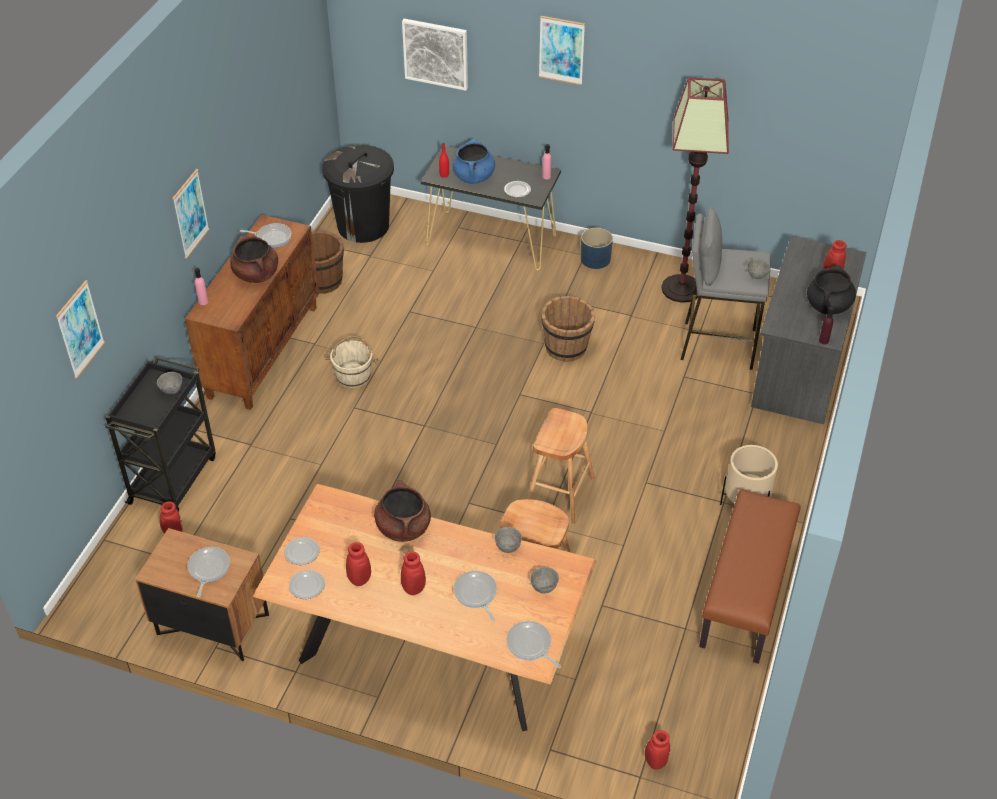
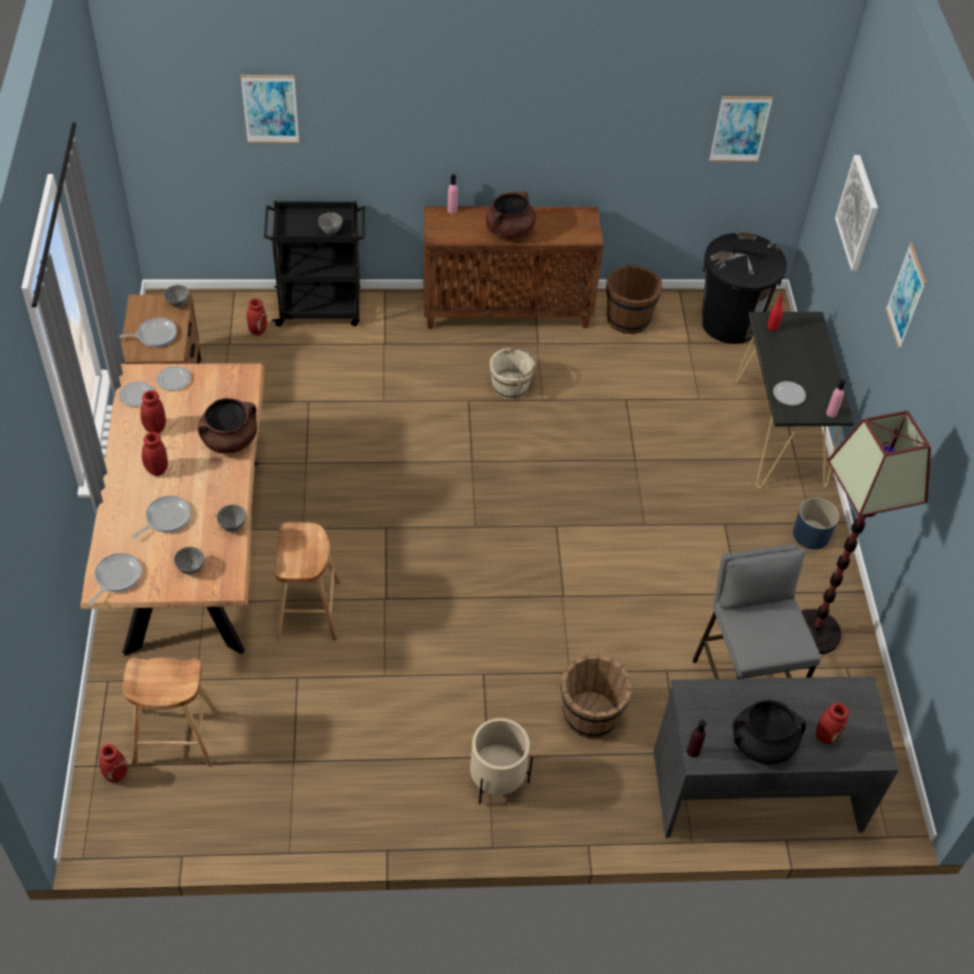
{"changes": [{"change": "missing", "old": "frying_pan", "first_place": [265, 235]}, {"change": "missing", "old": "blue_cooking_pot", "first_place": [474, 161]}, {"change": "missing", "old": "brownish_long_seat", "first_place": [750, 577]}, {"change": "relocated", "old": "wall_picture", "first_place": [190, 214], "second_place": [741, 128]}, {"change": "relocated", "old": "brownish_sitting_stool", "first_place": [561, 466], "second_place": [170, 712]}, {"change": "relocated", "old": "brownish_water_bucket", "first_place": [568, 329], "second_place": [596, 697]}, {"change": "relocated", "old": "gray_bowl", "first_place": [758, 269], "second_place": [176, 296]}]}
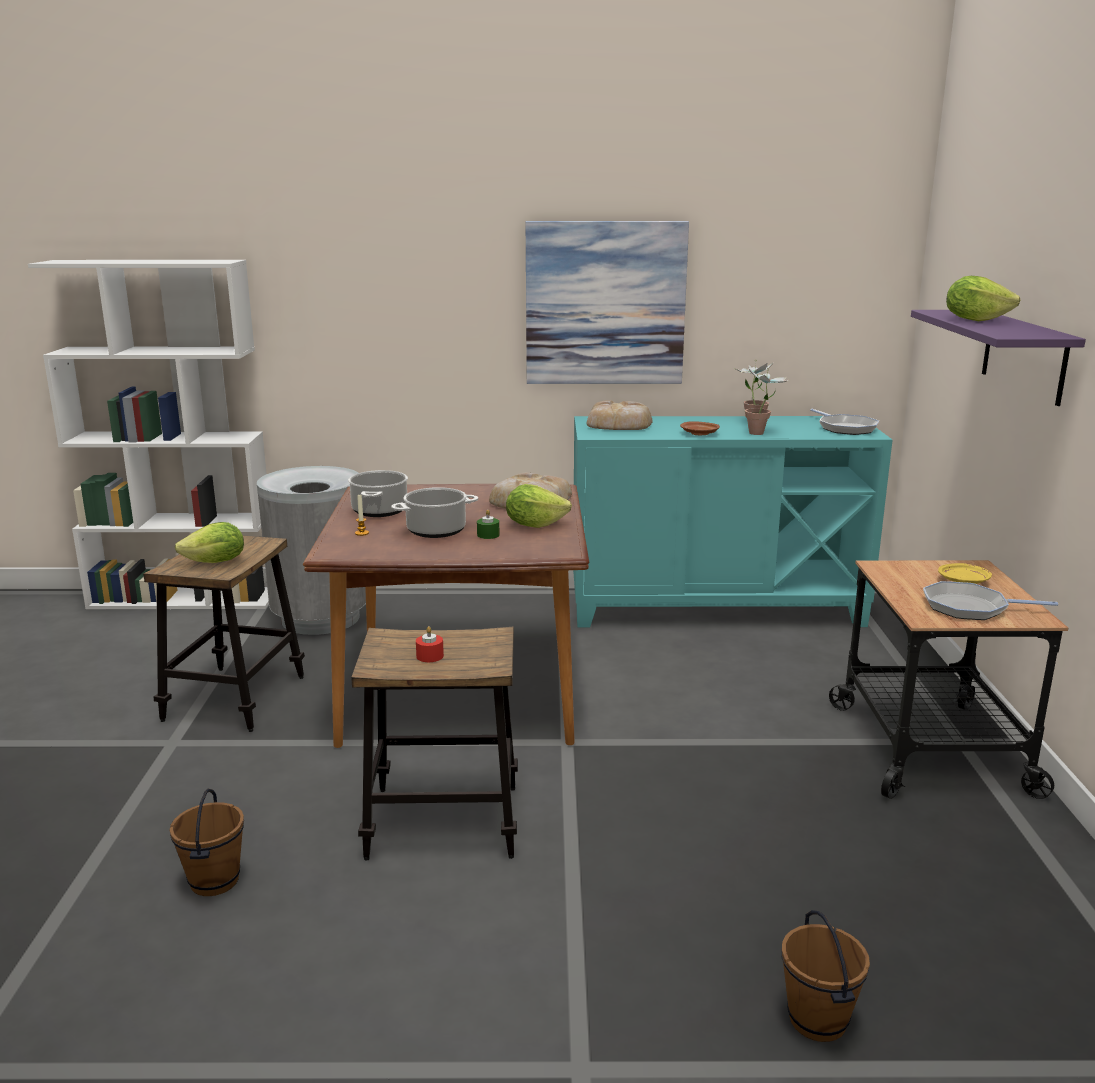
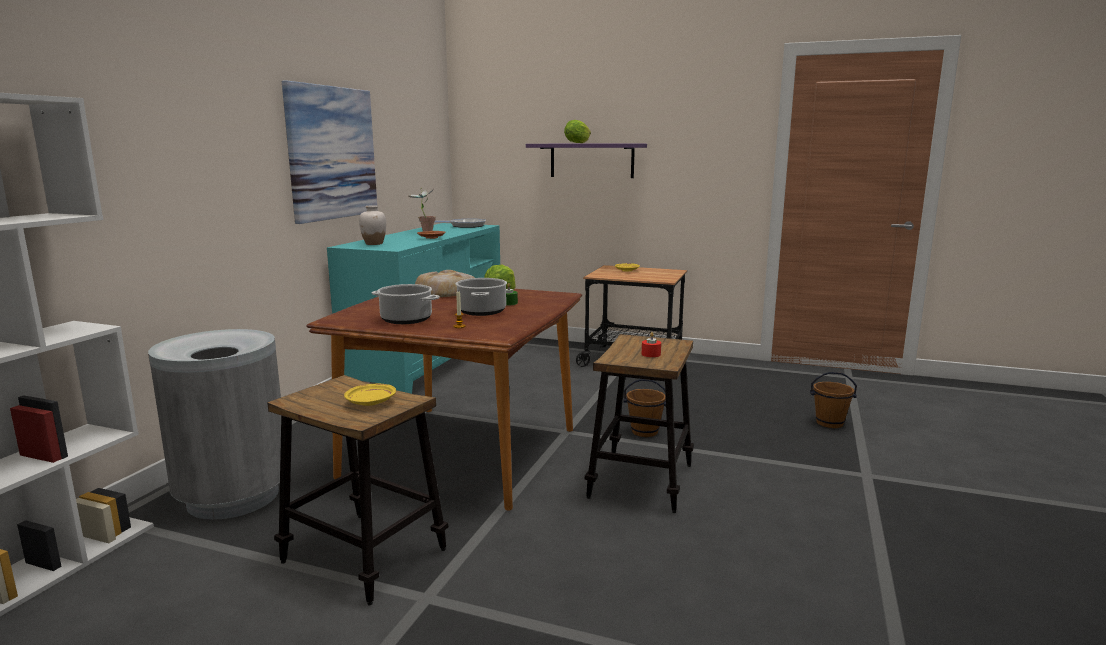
{"changes": [{"change": "missing", "old": "plant_in_a_pot", "first_place": [766, 401]}, {"change": "missing", "old": "frying_pan", "first_place": [990, 600]}, {"change": "relocated", "old": "brownish_water_bucket", "first_place": [206, 842], "second_place": [644, 408]}, {"change": "exchanged", "old": "lettuce", "new": "yellow-coloured_flat_dish", "first_place": [209, 542], "second_place": [370, 395]}, {"change": "exchanged", "old": "bakery_bread", "new": "whitish_decorative_vase", "first_place": [619, 415], "second_place": [372, 225]}]}
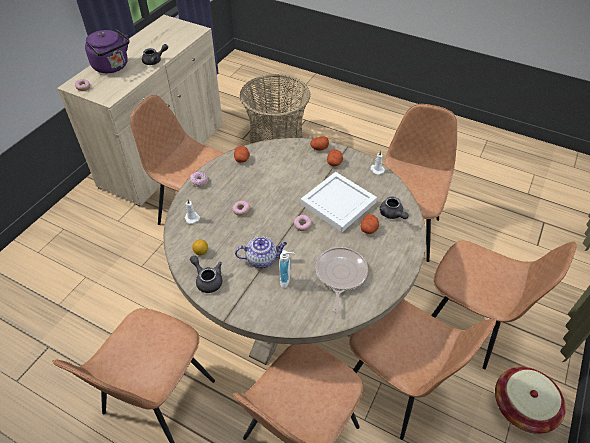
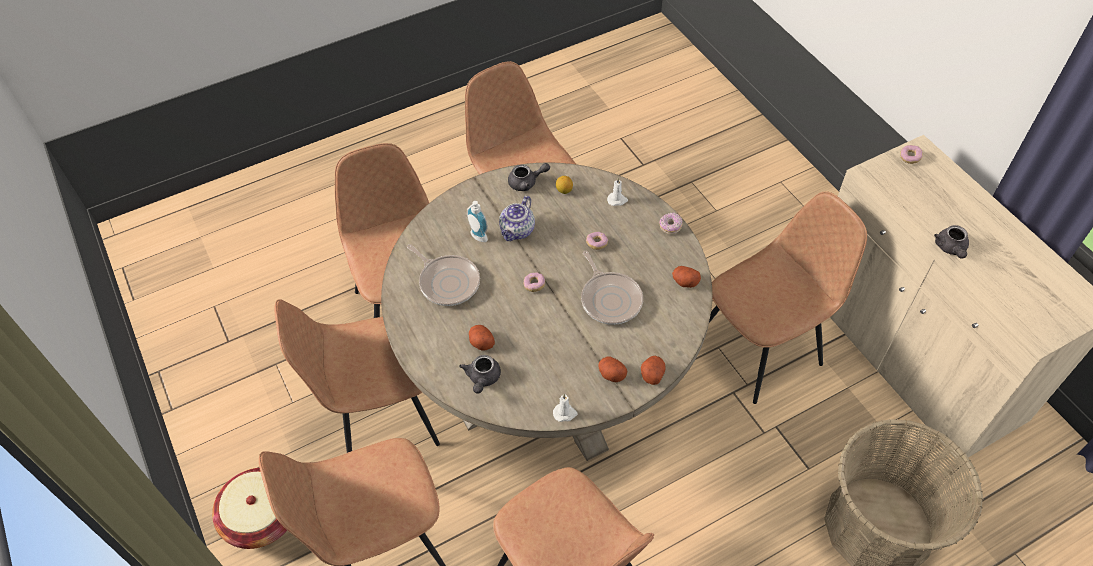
{"changes": [{"change": "missing", "old": "purple-coloured_kettle", "first_place": [107, 51]}, {"change": "missing", "old": "whitish_serving_tray", "first_place": [338, 202]}, {"change": "appeared", "new": "frying_pan", "second_place": [612, 288]}, {"change": "spun", "old": "gray_tea_pot", "first_place": [394, 208], "second_place": [480, 374], "degrees": -90}]}
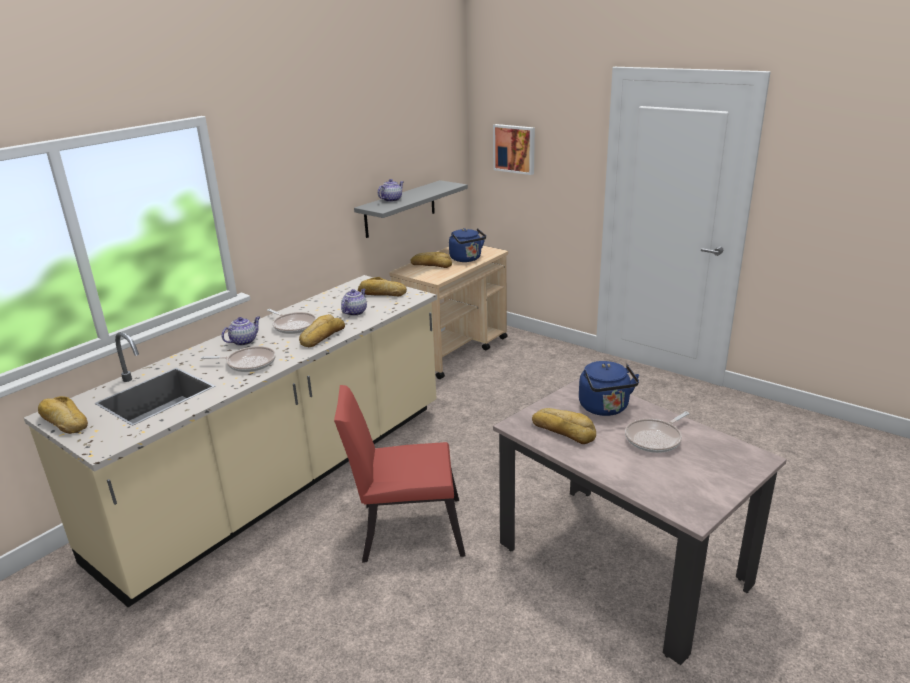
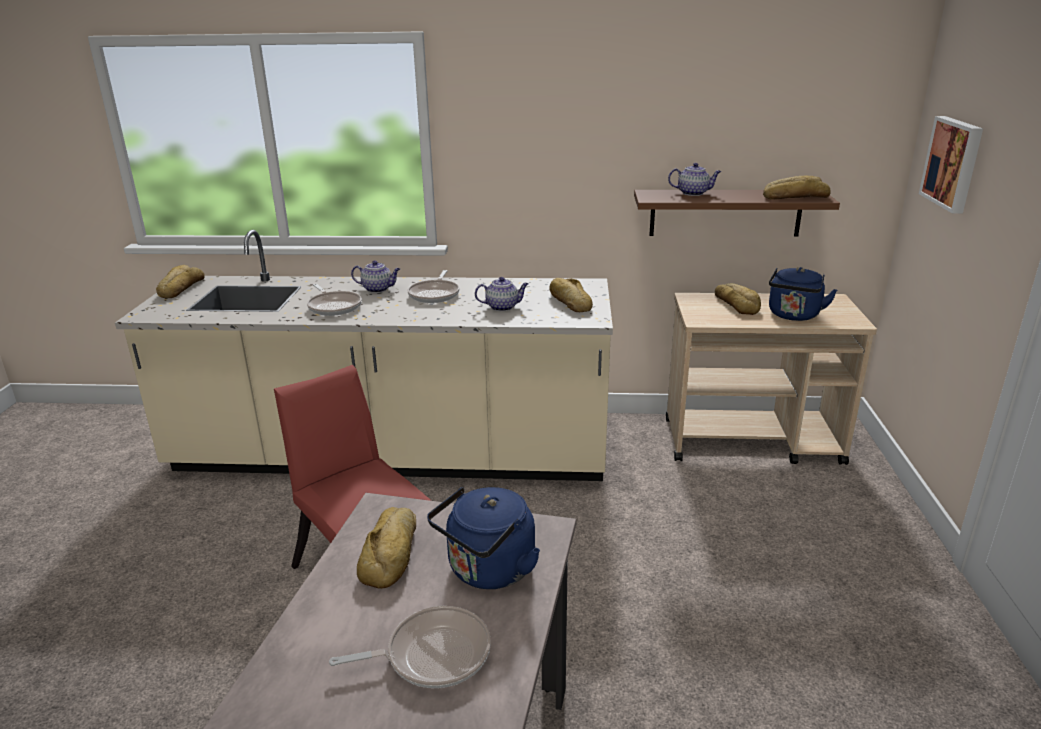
{"changes": [{"change": "relocated", "old": "bakery_bread", "first_place": [322, 330], "second_place": [797, 187]}, {"change": "colour", "old": "gray_bracket_shelf", "new": "brownish_bracket_shelf", "first_place": [411, 209], "second_place": [737, 213]}, {"change": "spun", "old": "frying_pan", "first_place": [657, 432], "second_place": [410, 647], "degrees": 150}]}
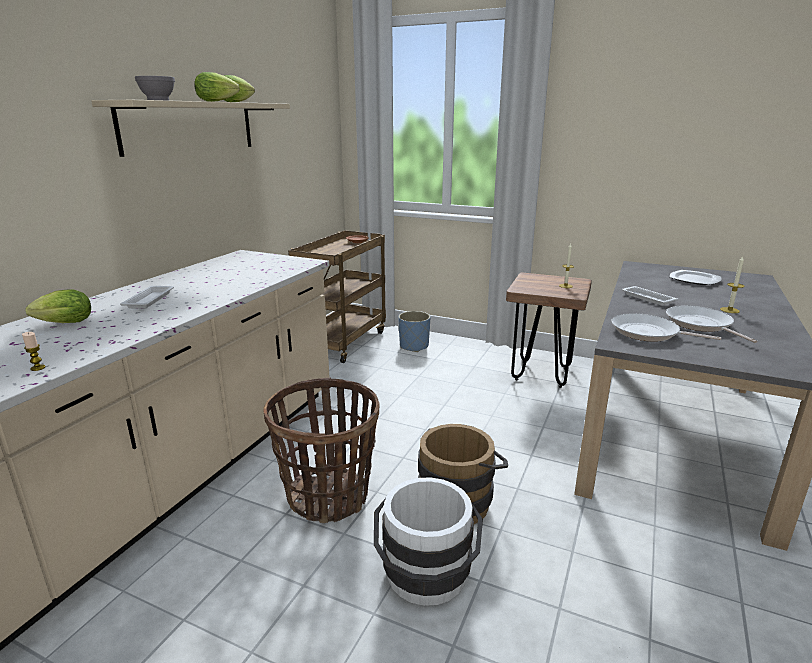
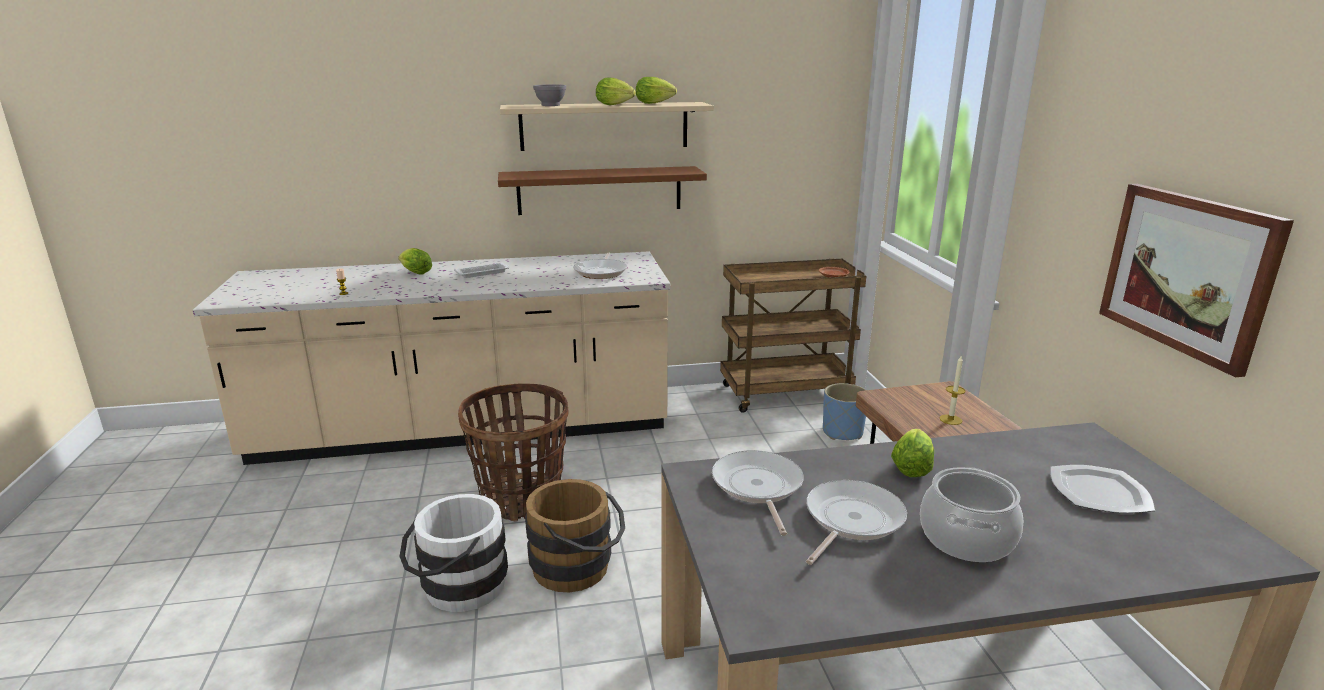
{"changes": [{"change": "appeared", "new": "brownish_bracket_shelf", "second_place": [602, 190]}, {"change": "appeared", "new": "frying_pan", "second_place": [600, 265]}, {"change": "appeared", "new": "wall_picture", "second_place": [1196, 280]}, {"change": "exchanged", "old": "whitish_serving_tray", "new": "lettuce", "first_place": [650, 295], "second_place": [912, 453]}, {"change": "exchanged", "old": "wax_candle", "new": "cooking_pot", "first_place": [732, 284], "second_place": [971, 514]}]}
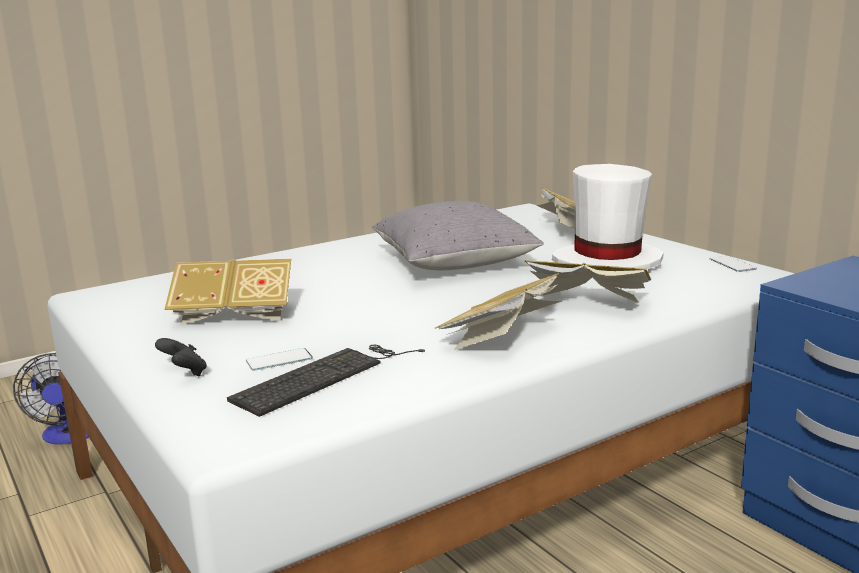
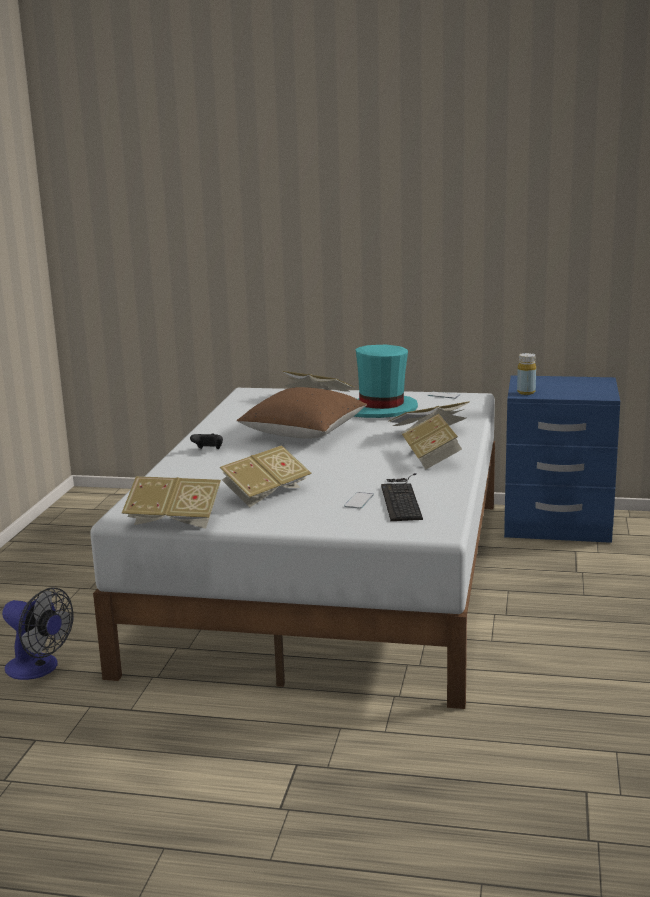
{"changes": [{"change": "appeared", "new": "bound_book", "second_place": [171, 502]}, {"change": "appeared", "new": "yellow-coloured_bottle", "second_place": [526, 374]}, {"change": "relocated", "old": "blackish_game_controller", "first_place": [181, 357], "second_place": [206, 441]}, {"change": "colour", "old": "gray_pillow", "new": "brownish_pillow", "first_place": [458, 235], "second_place": [302, 413]}, {"change": "colour", "old": "whitish_clothing_hat", "new": "turquoise_clothing_hat", "first_place": [607, 216], "second_place": [385, 381]}]}
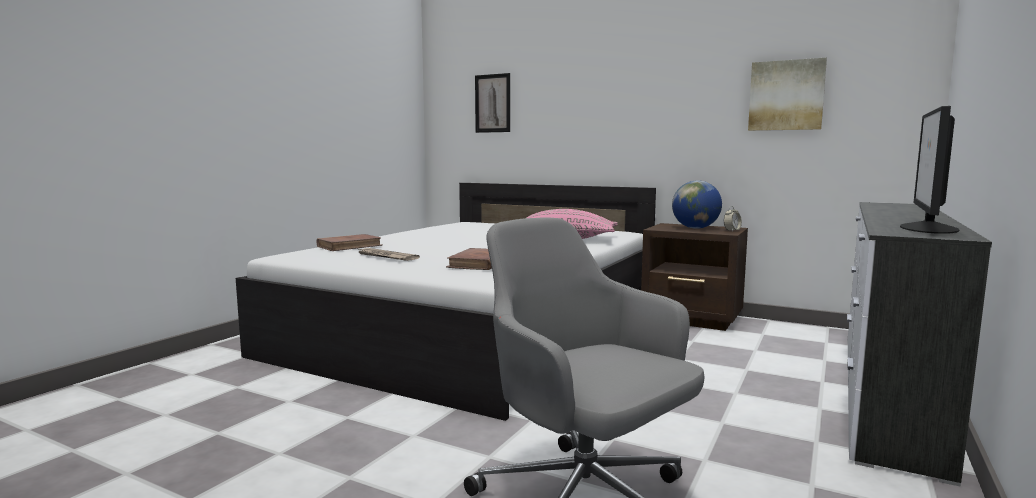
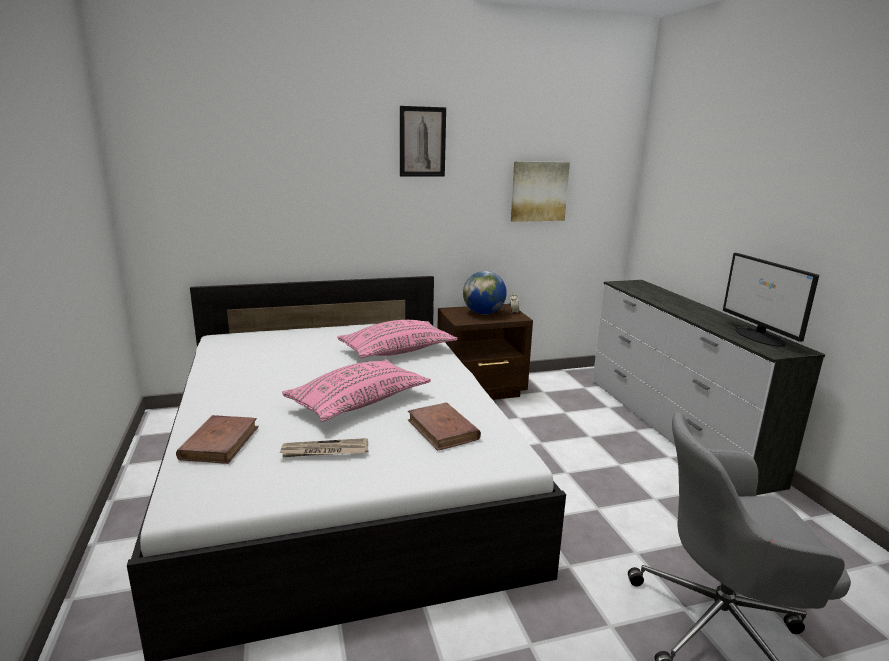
{"changes": [{"change": "appeared", "new": "pinkish_pillow", "second_place": [356, 390]}, {"change": "relocated", "old": "wall_picture", "first_place": [492, 103], "second_place": [423, 141]}]}
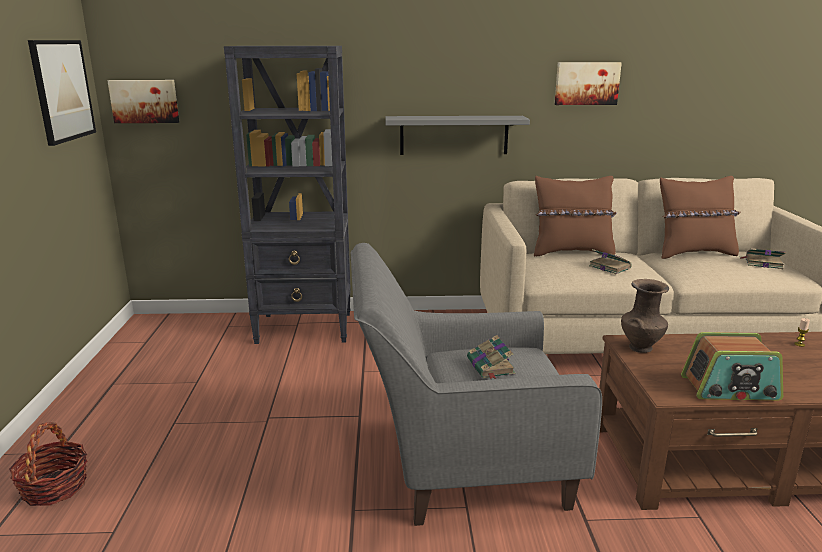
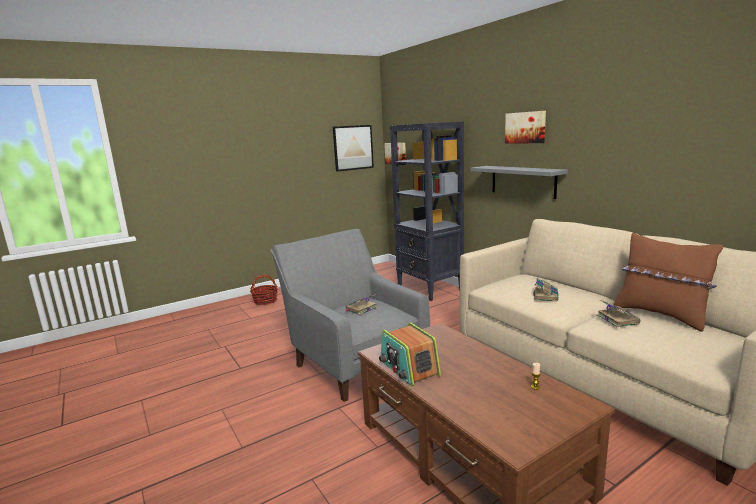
{"changes": [{"change": "missing", "old": "brownish_pillow", "first_place": [575, 216]}, {"change": "missing", "old": "brownish_decorative_vase", "first_place": [645, 316]}, {"change": "relocated", "old": "wall_picture", "first_place": [588, 83], "second_place": [525, 127]}, {"change": "relocated", "old": "bound_book", "first_place": [763, 258], "second_place": [619, 313]}]}
